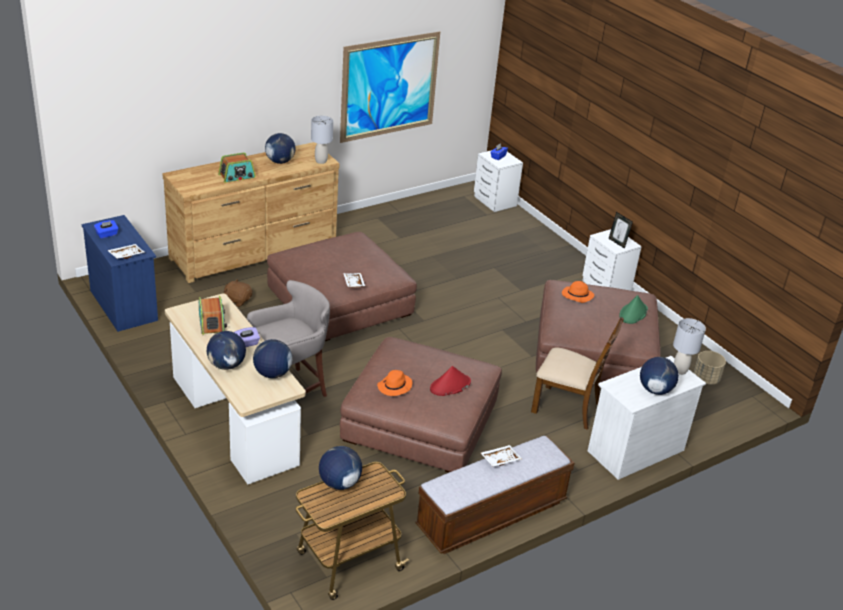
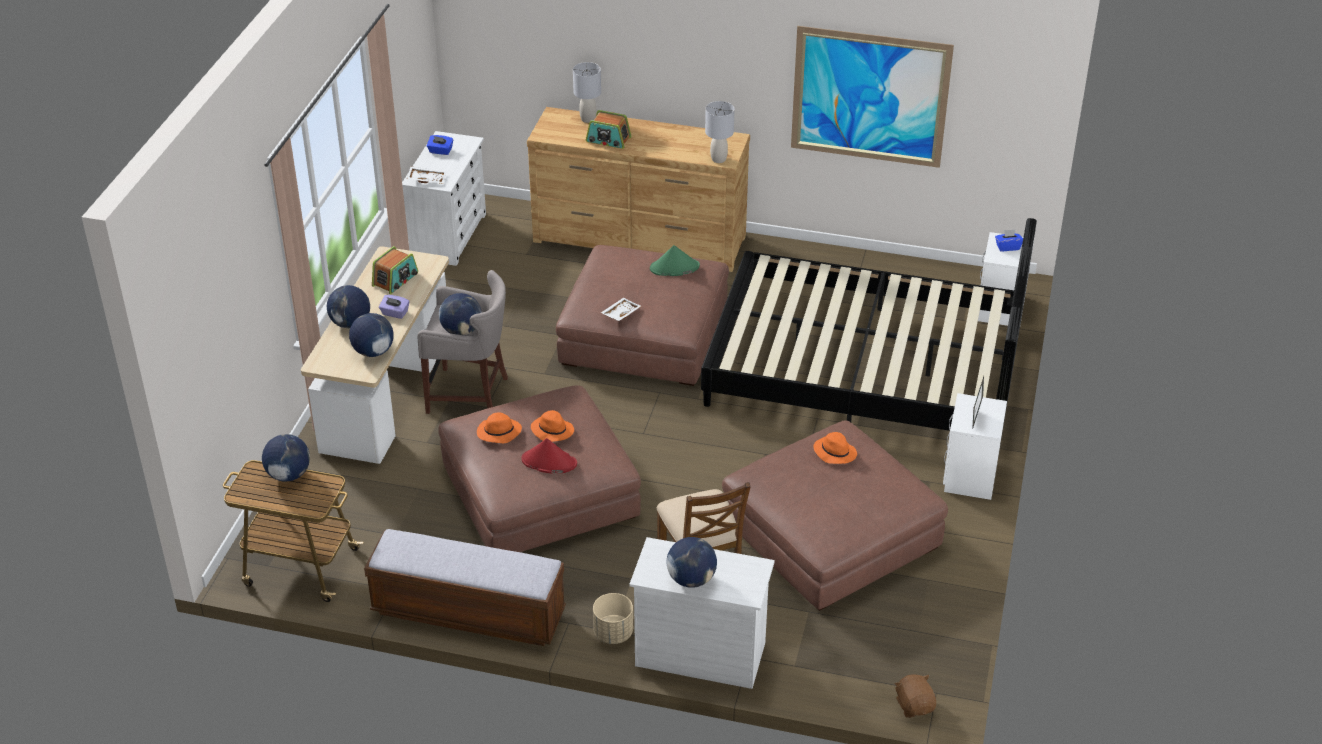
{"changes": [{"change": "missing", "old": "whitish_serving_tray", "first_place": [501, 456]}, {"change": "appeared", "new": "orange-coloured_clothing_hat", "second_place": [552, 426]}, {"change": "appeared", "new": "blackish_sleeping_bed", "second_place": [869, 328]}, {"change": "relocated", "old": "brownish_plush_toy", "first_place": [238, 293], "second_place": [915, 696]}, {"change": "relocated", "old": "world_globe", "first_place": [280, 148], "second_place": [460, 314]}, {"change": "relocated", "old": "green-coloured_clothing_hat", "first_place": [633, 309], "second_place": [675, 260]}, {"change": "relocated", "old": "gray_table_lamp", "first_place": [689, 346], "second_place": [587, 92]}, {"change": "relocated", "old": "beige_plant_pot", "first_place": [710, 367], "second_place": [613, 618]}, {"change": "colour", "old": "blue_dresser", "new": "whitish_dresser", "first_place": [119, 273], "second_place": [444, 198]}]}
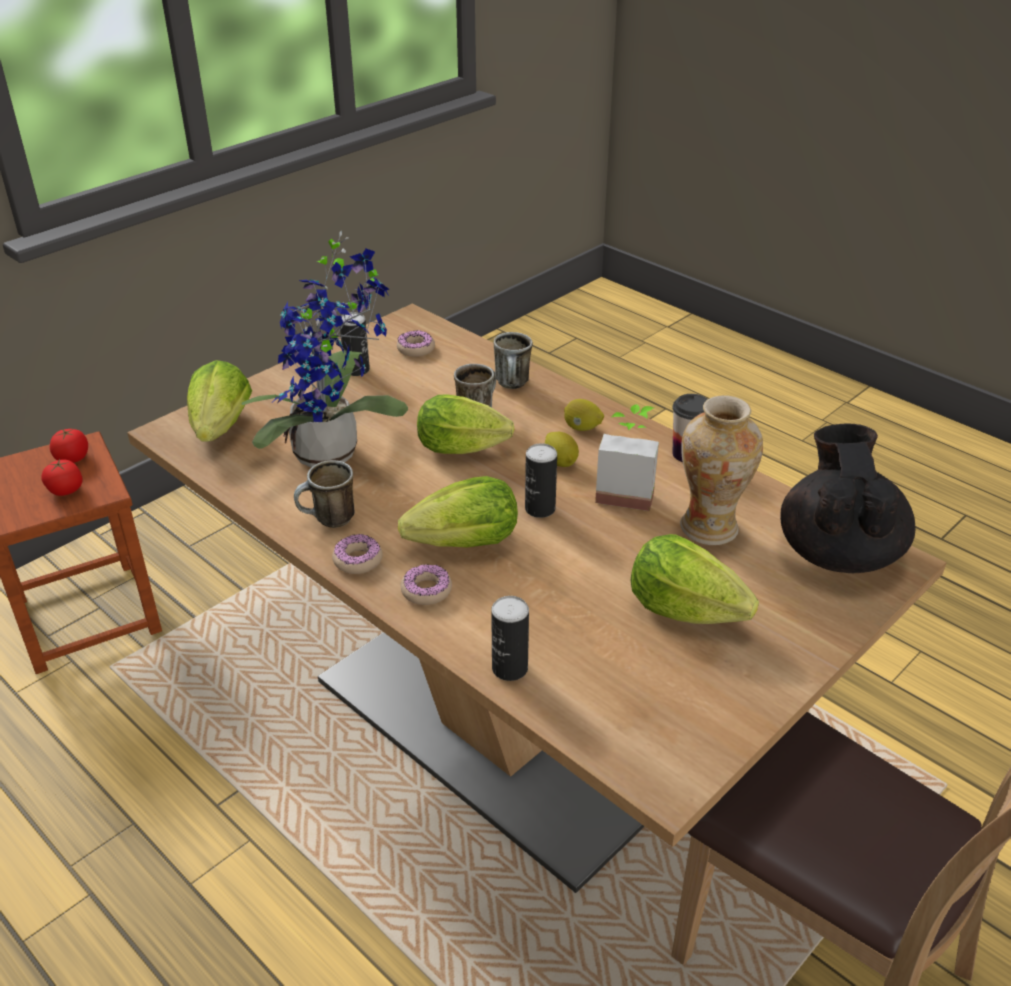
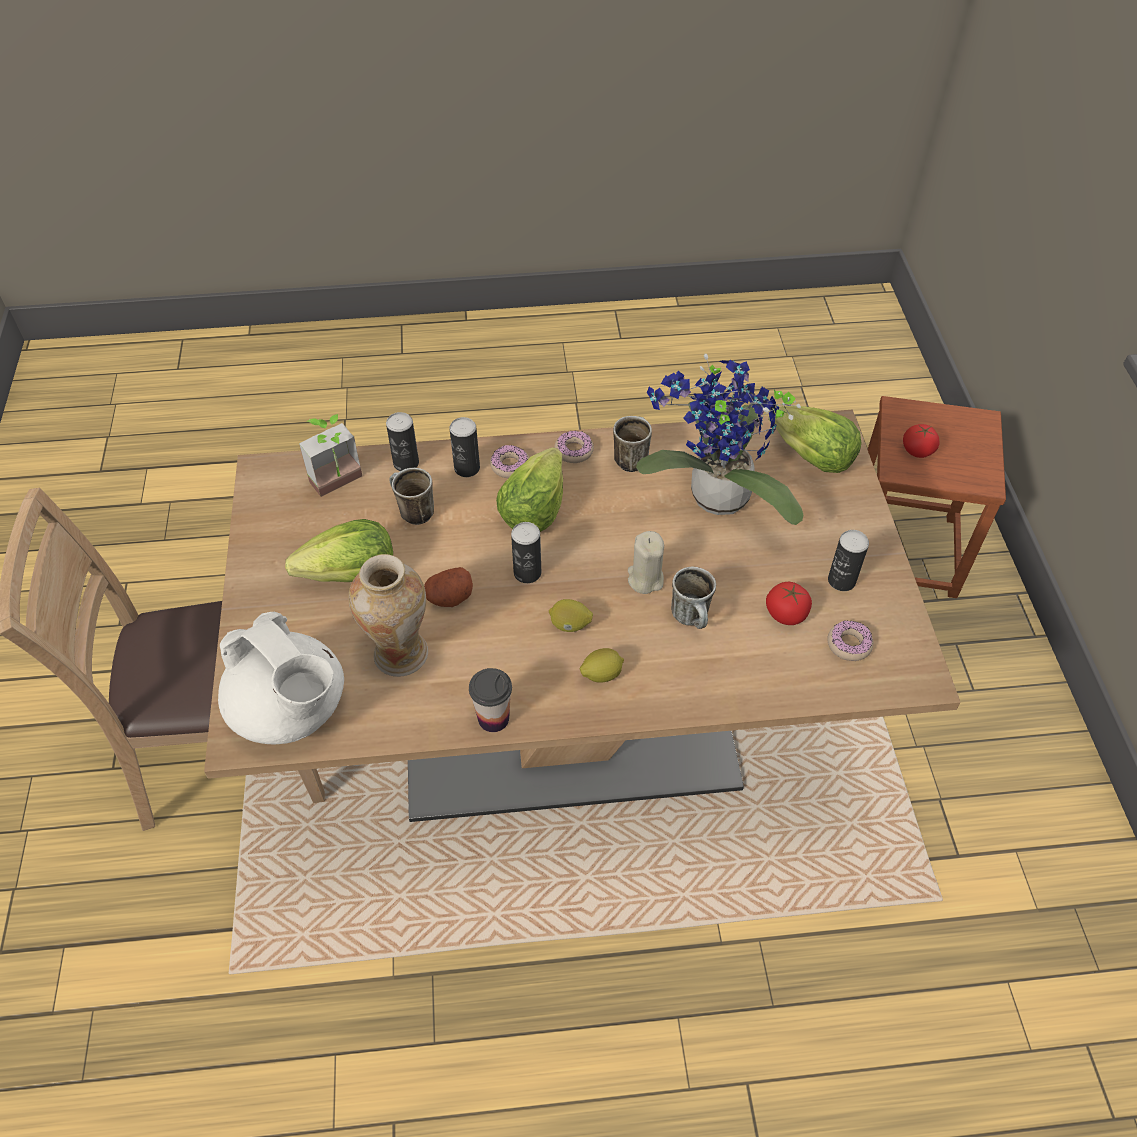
{"changes": [{"change": "appeared", "new": "whole_potato", "second_place": [448, 587]}, {"change": "appeared", "new": "metal_can", "second_place": [464, 447]}, {"change": "relocated", "old": "whole_tomato", "first_place": [69, 445], "second_place": [789, 603]}, {"change": "relocated", "old": "coffee_mug", "first_place": [513, 360], "second_place": [411, 496]}, {"change": "relocated", "old": "plant_in_a_pot", "first_place": [627, 457], "second_place": [330, 455]}, {"change": "exchanged", "old": "lettuce", "new": "beige_wax_candle", "first_place": [466, 424], "second_place": [646, 562]}, {"change": "colour", "old": "blackish_tea_pot", "new": "whitish_tea_pot", "first_place": [848, 498], "second_place": [281, 678]}]}
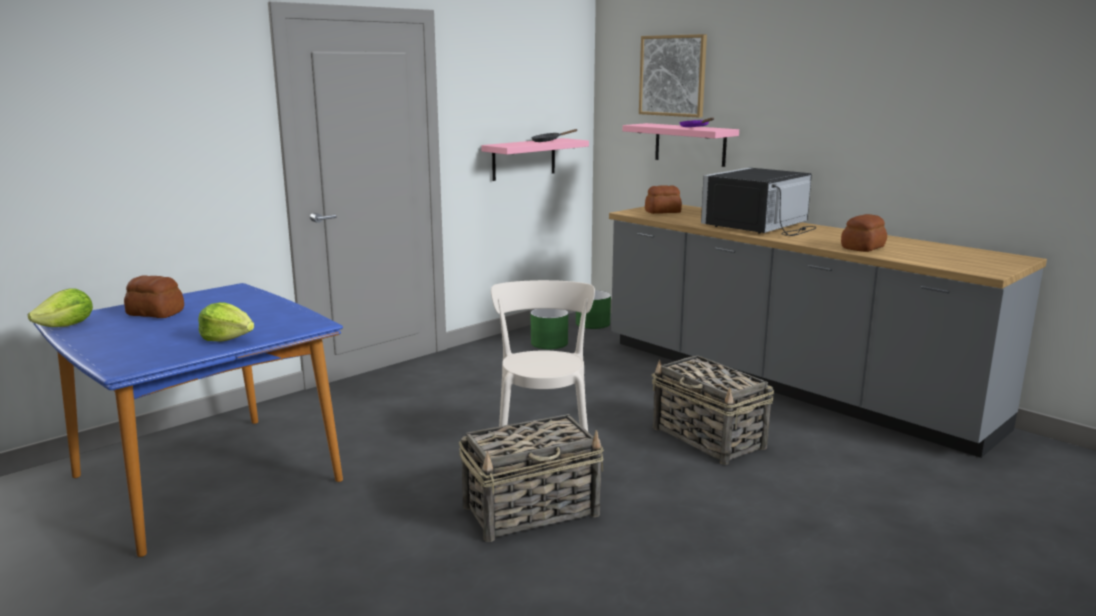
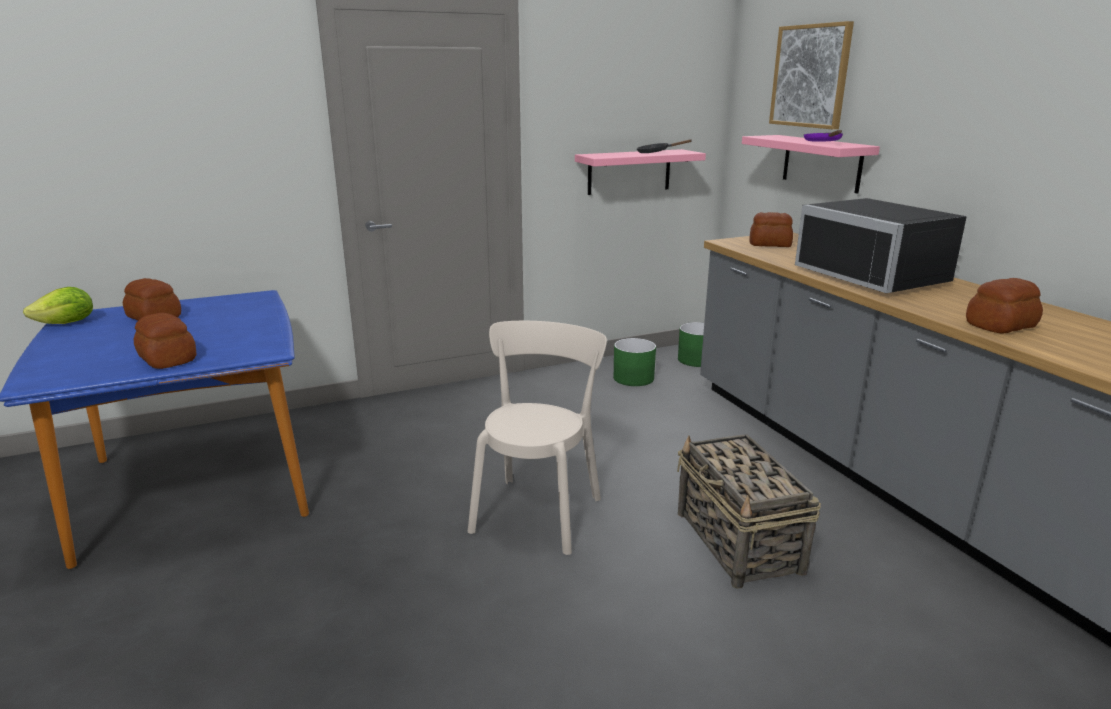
{"changes": [{"change": "missing", "old": "household_basket", "first_place": [531, 478]}, {"change": "exchanged", "old": "lettuce", "new": "bakery_bread", "first_place": [226, 322], "second_place": [165, 341]}, {"change": "spun", "old": "blackish_kitchen_microwave", "first_place": [759, 202], "second_place": [881, 245], "degrees": -90}]}
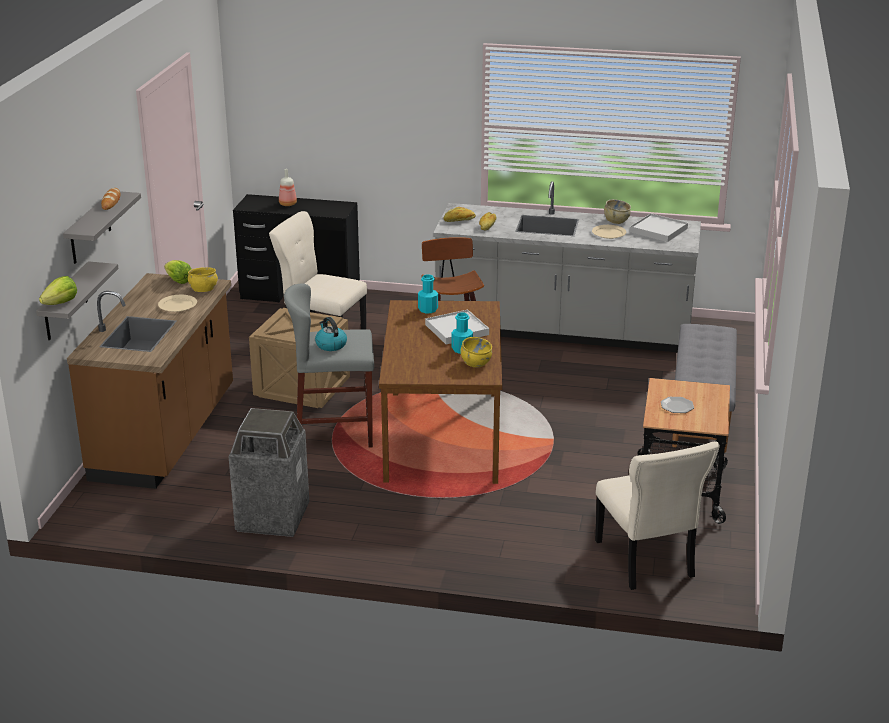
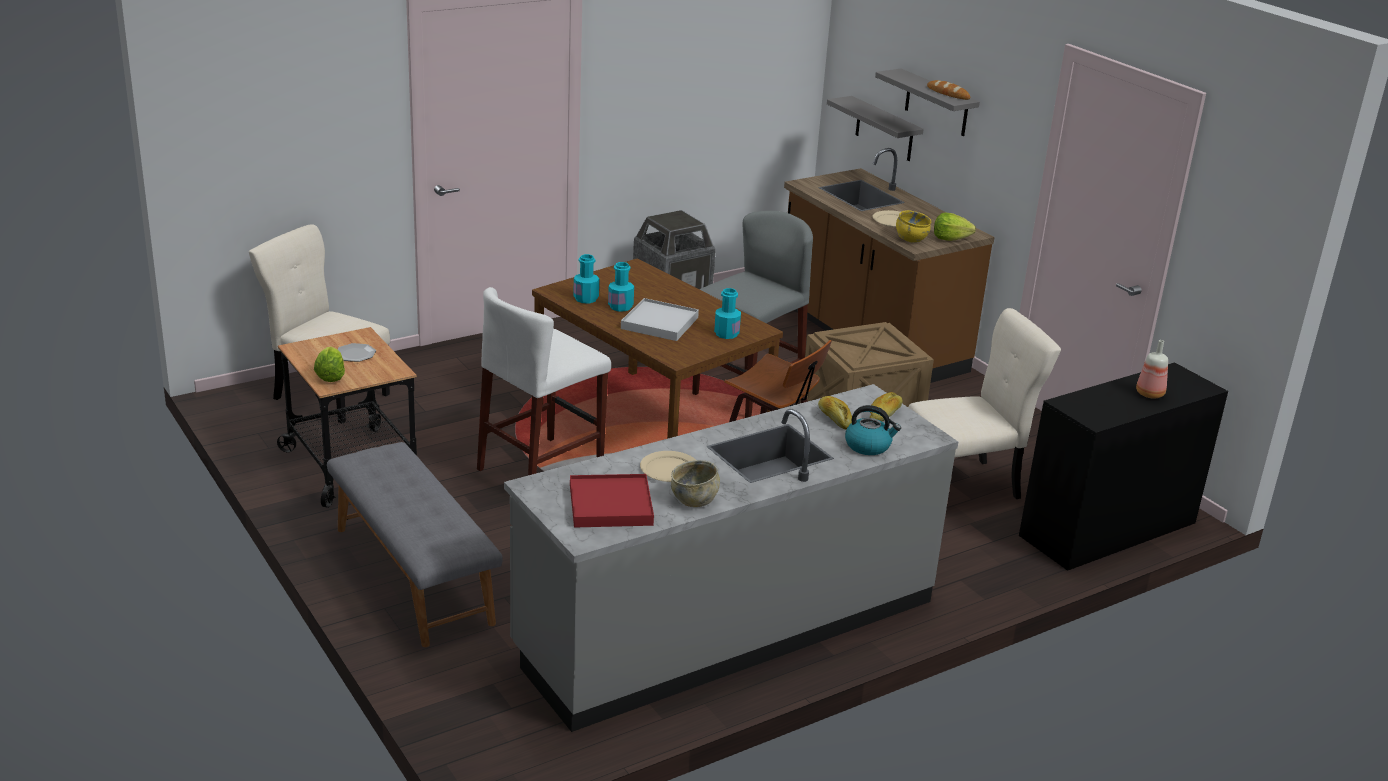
{"changes": [{"change": "appeared", "new": "whitish_sitting_stool", "second_place": [544, 381]}, {"change": "relocated", "old": "lettuce", "first_place": [58, 290], "second_place": [329, 364]}, {"change": "relocated", "old": "kettle", "first_place": [331, 334], "second_place": [873, 430]}, {"change": "exchanged", "old": "yellow-coloured_bowl", "new": "turquoise_bottle", "first_place": [476, 352], "second_place": [586, 278]}, {"change": "colour", "old": "whitish_serving_tray", "new": "reddish_serving_tray", "first_place": [659, 227], "second_place": [612, 501]}]}
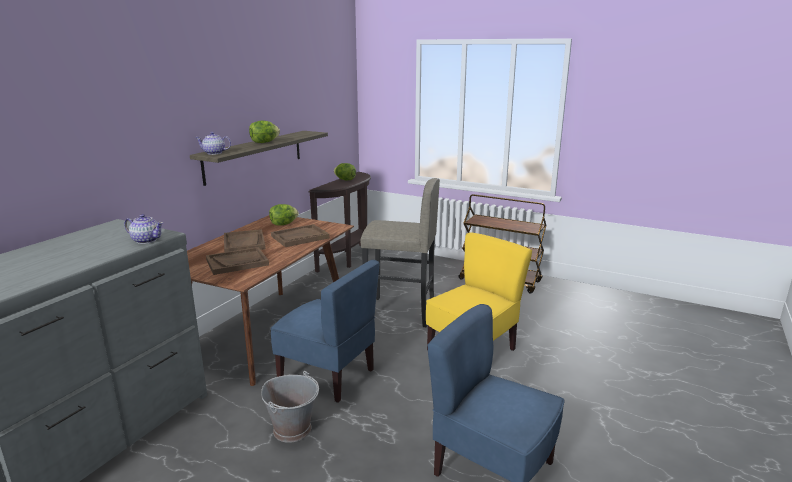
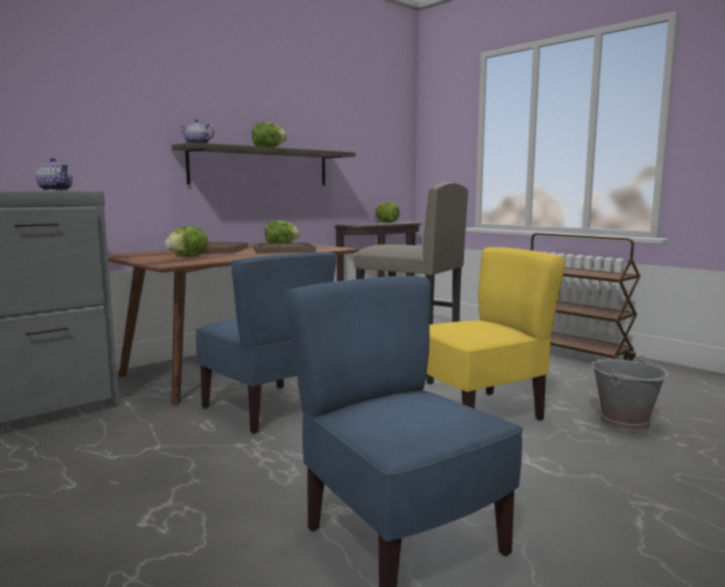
{"changes": [{"change": "relocated", "old": "gray_water_bucket", "first_place": [290, 407], "second_place": [630, 393]}, {"change": "exchanged", "old": "brownish_serving_tray", "new": "lettuce", "first_place": [237, 261], "second_place": [186, 241]}]}
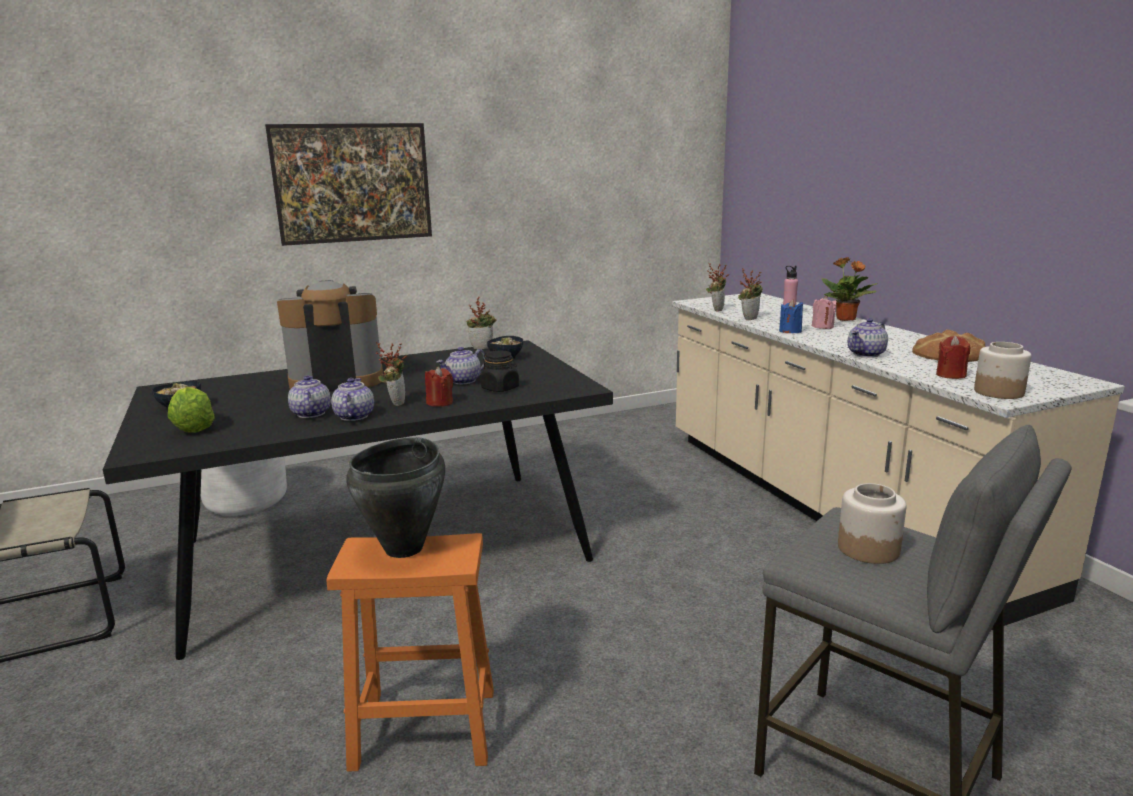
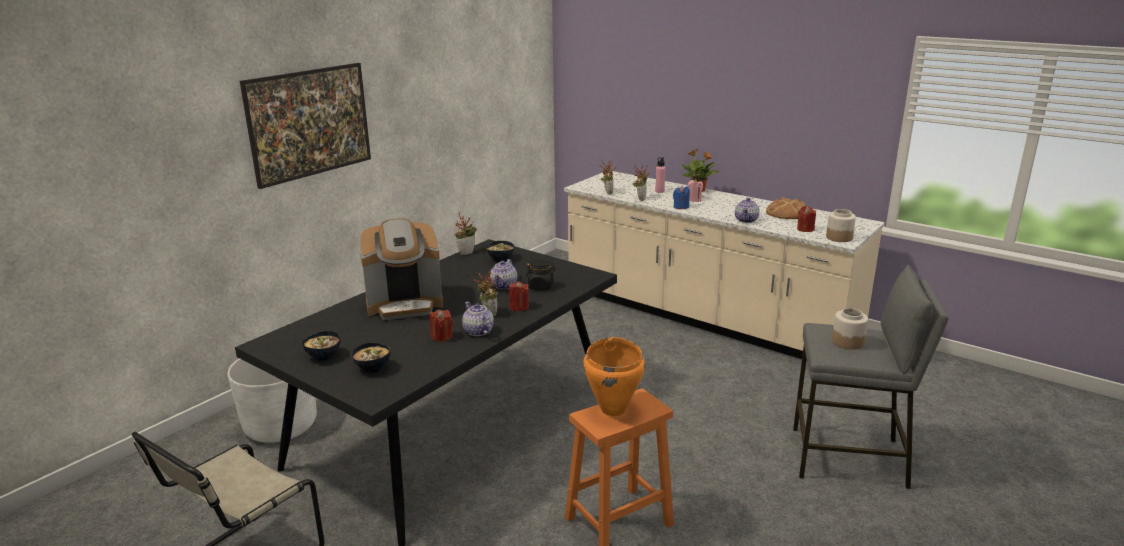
{"changes": [{"change": "exchanged", "old": "lettuce", "new": "bowl", "first_place": [191, 410], "second_place": [371, 358]}, {"change": "exchanged", "old": "tea_pot", "new": "reddish_wax_candle", "first_place": [309, 397], "second_place": [441, 326]}, {"change": "colour", "old": "blackish_cooking_pot", "new": "orange-coloured_cooking_pot", "first_place": [395, 497], "second_place": [614, 376]}, {"change": "spun", "old": "coffee_machine", "first_place": [330, 336], "second_place": [401, 269], "degrees": -150}]}
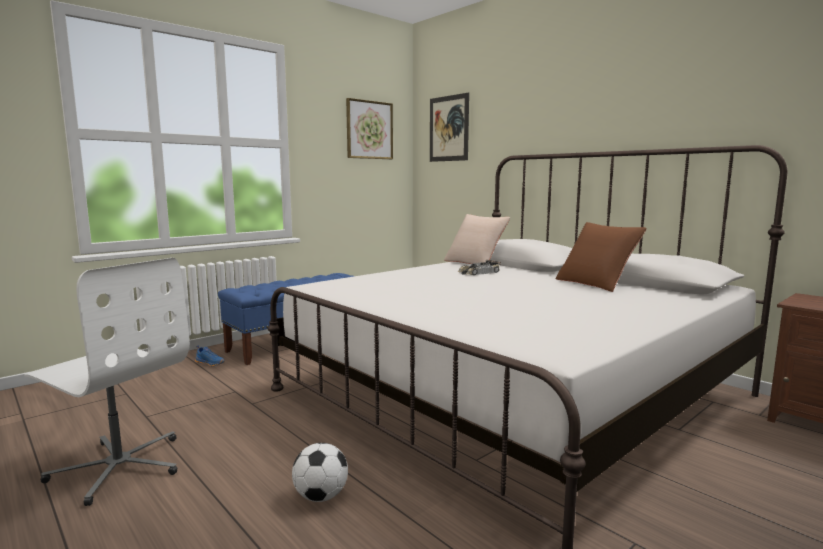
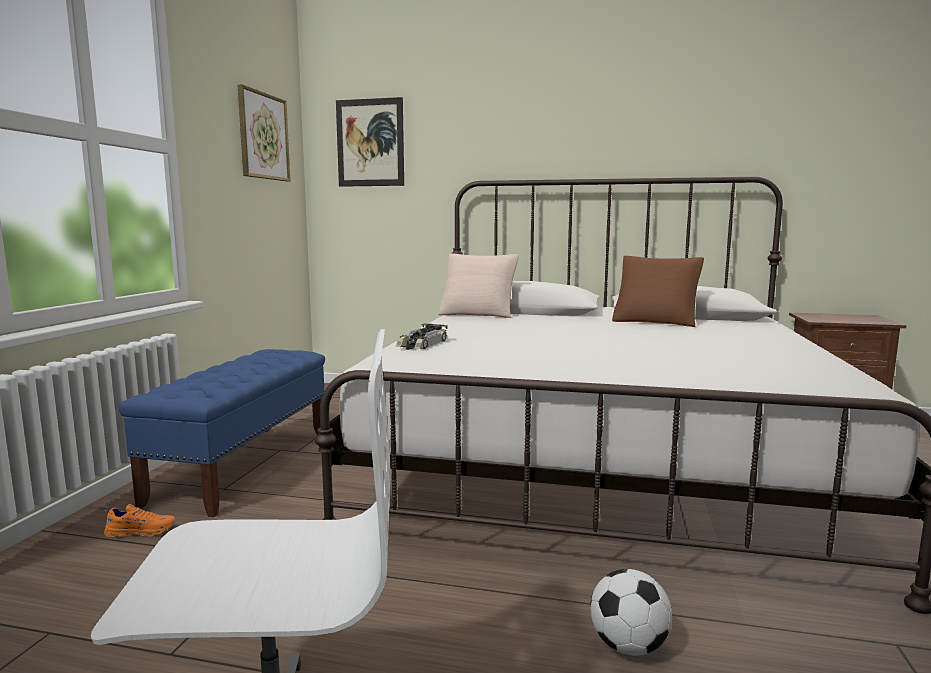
{"changes": [{"change": "relocated", "old": "model_car", "first_place": [479, 267], "second_place": [422, 337]}, {"change": "colour", "old": "blue_low_shoe", "new": "orange-coloured_low_shoe", "first_place": [210, 356], "second_place": [139, 521]}]}
